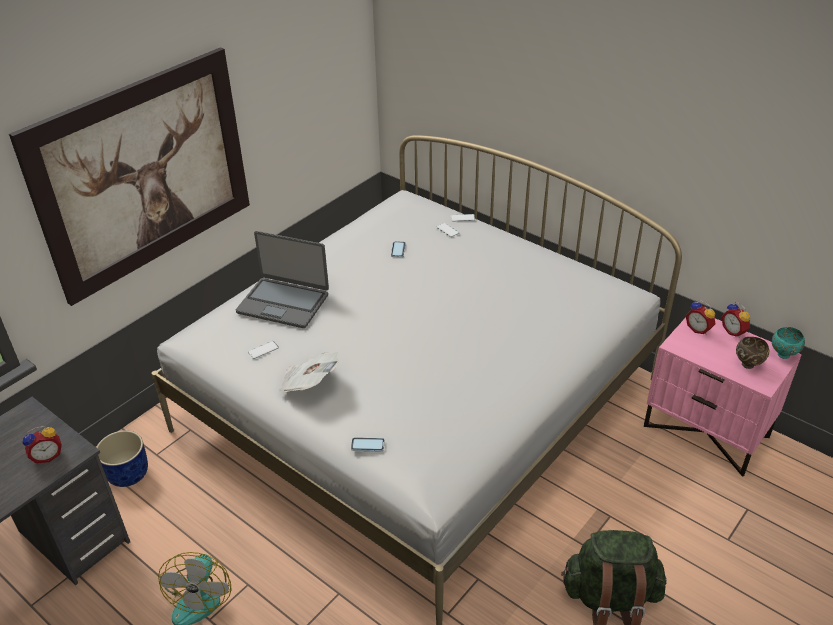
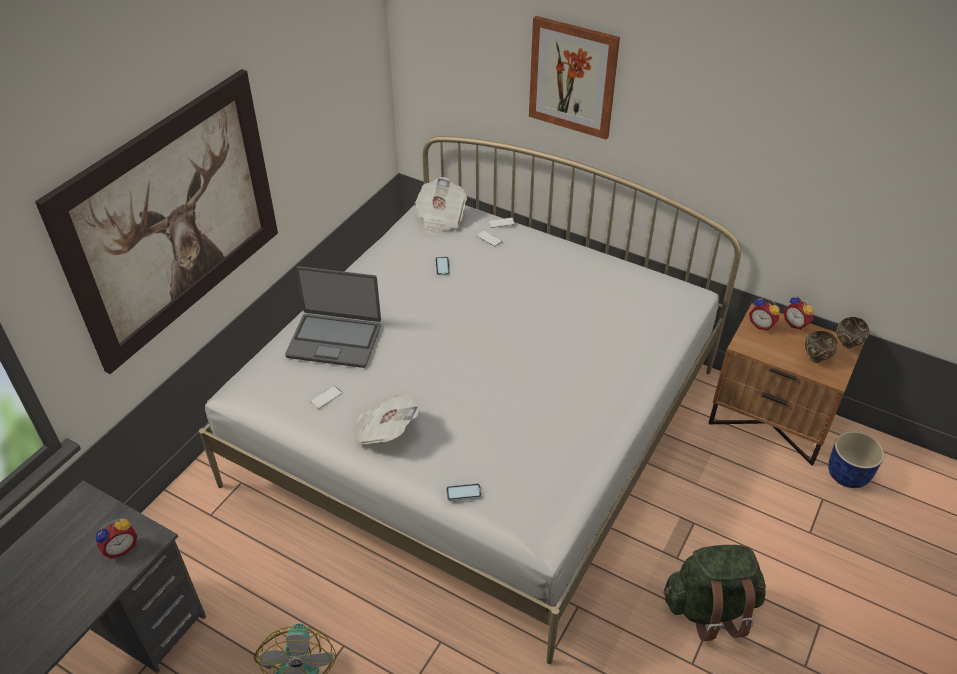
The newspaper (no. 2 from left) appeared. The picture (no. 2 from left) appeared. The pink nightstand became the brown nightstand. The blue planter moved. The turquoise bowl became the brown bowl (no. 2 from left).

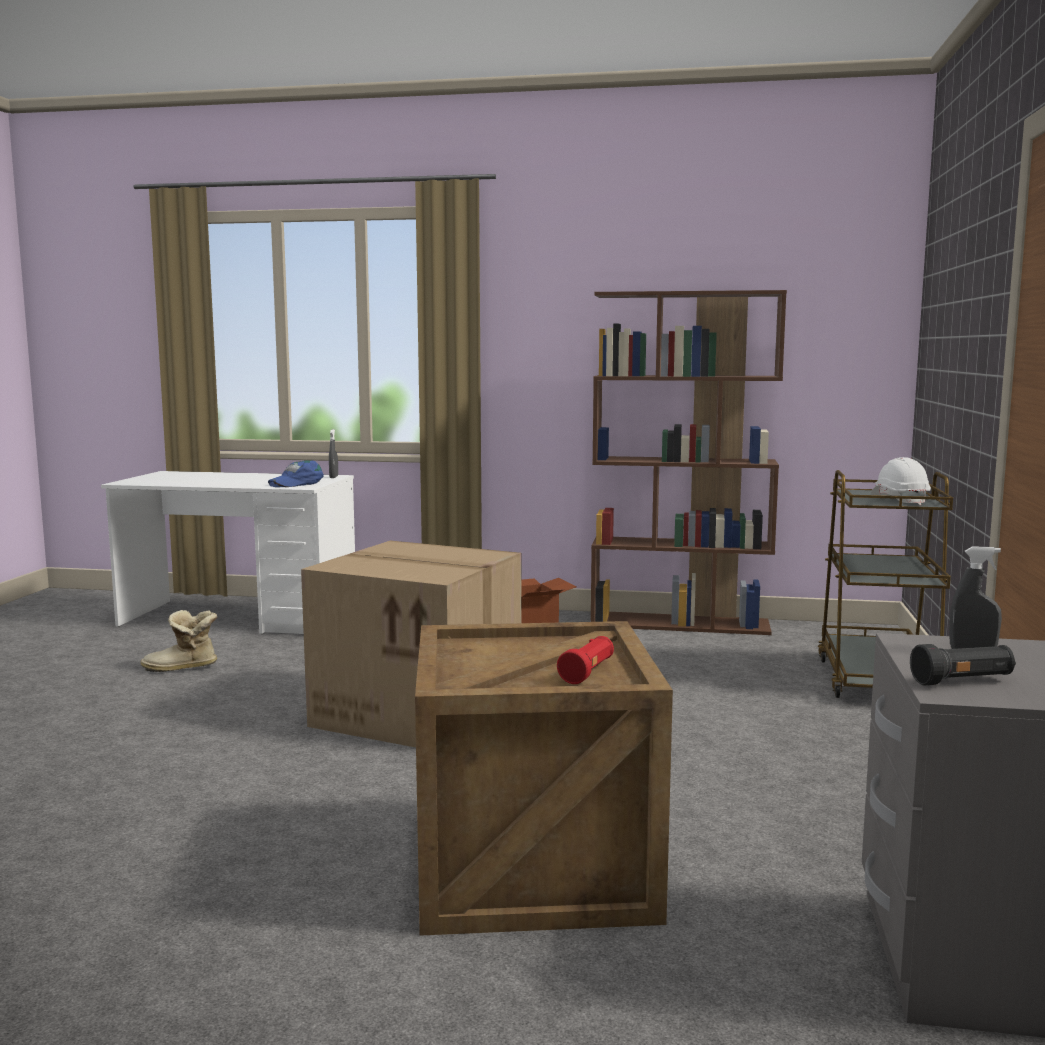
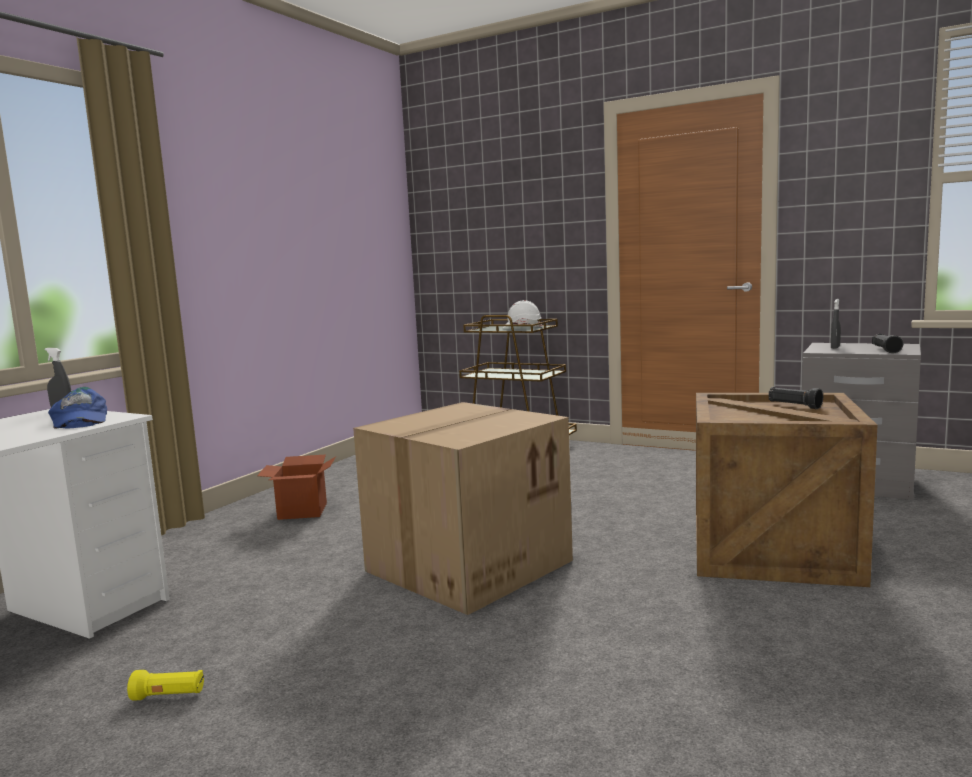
The boot was replaced by the yellow flashlight. The red flashlight became the black flashlight (no. 1 from left). The brown bookcase disappeared.

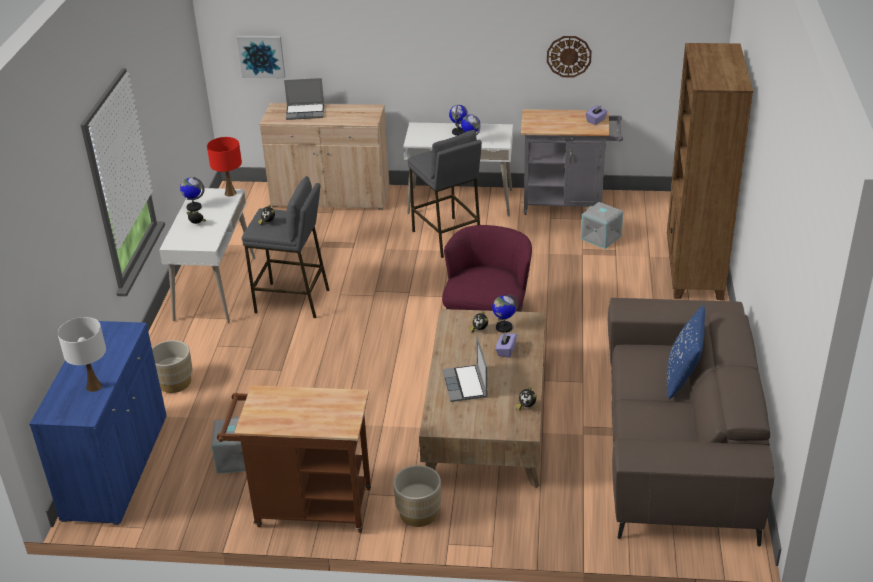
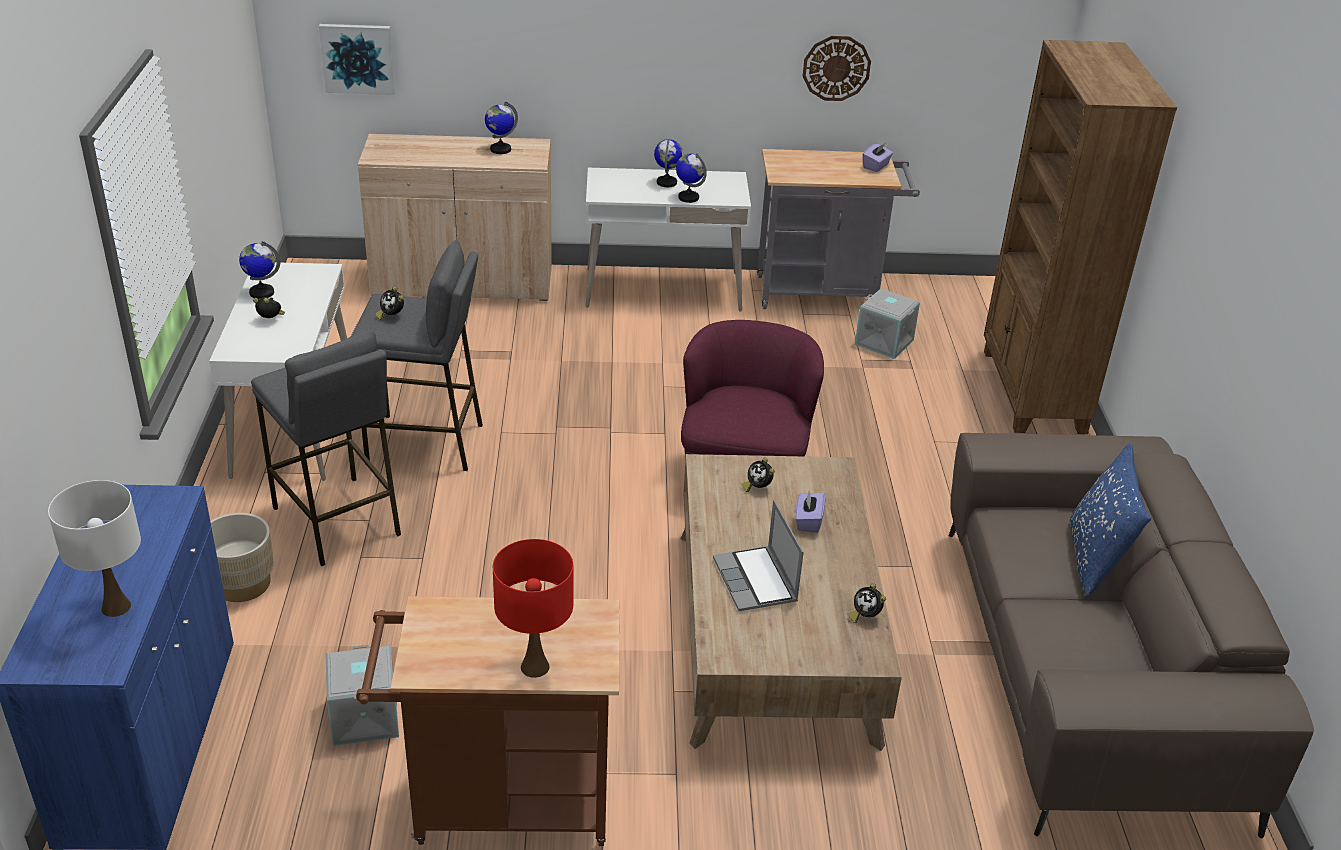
The grey stool (no. 2 from left in the first image) moved. The globe (no. 4 from left in the first image) moved. The red table lamp moved. The laptop (no. 1 from left) disappeared. The beige planter (no. 2 from left) disappeared.

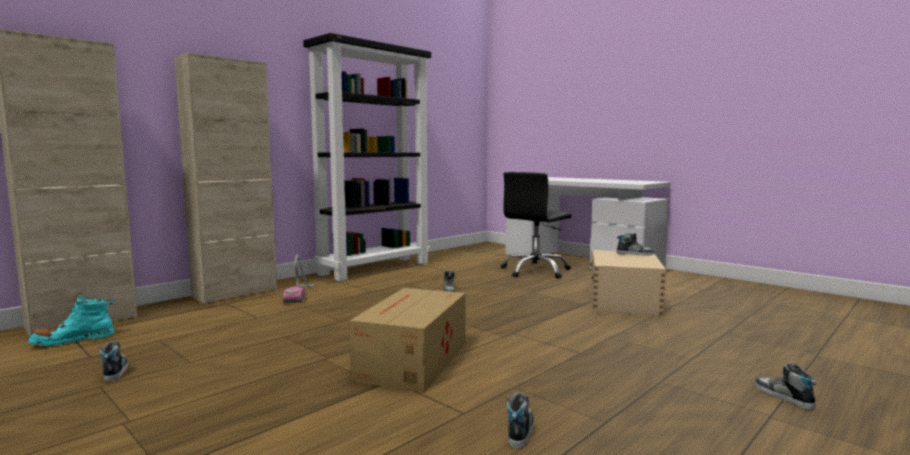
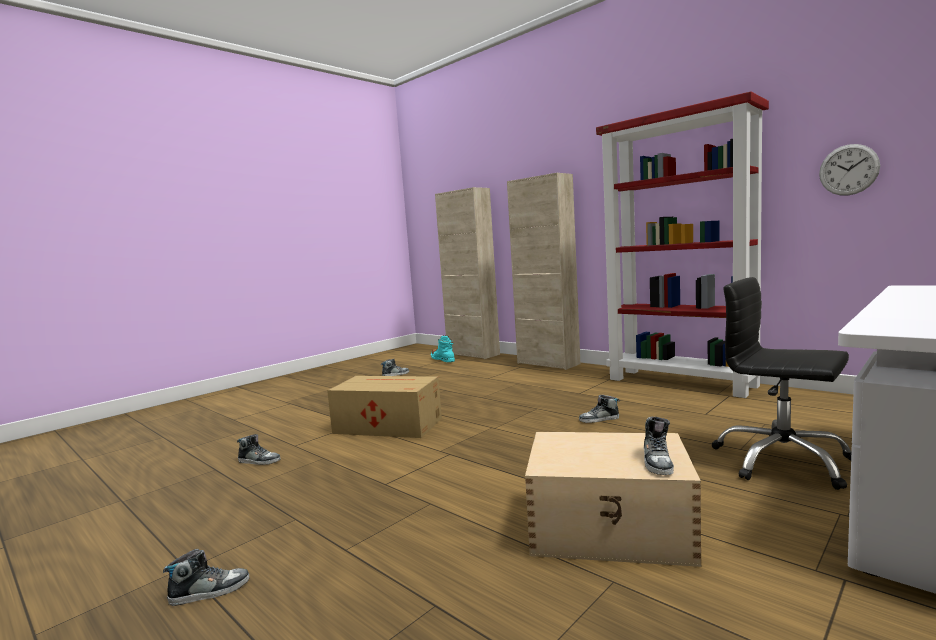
The black bookcase became the red bookcase. The wall clock appeared. The vacuum cleaner disappeared.

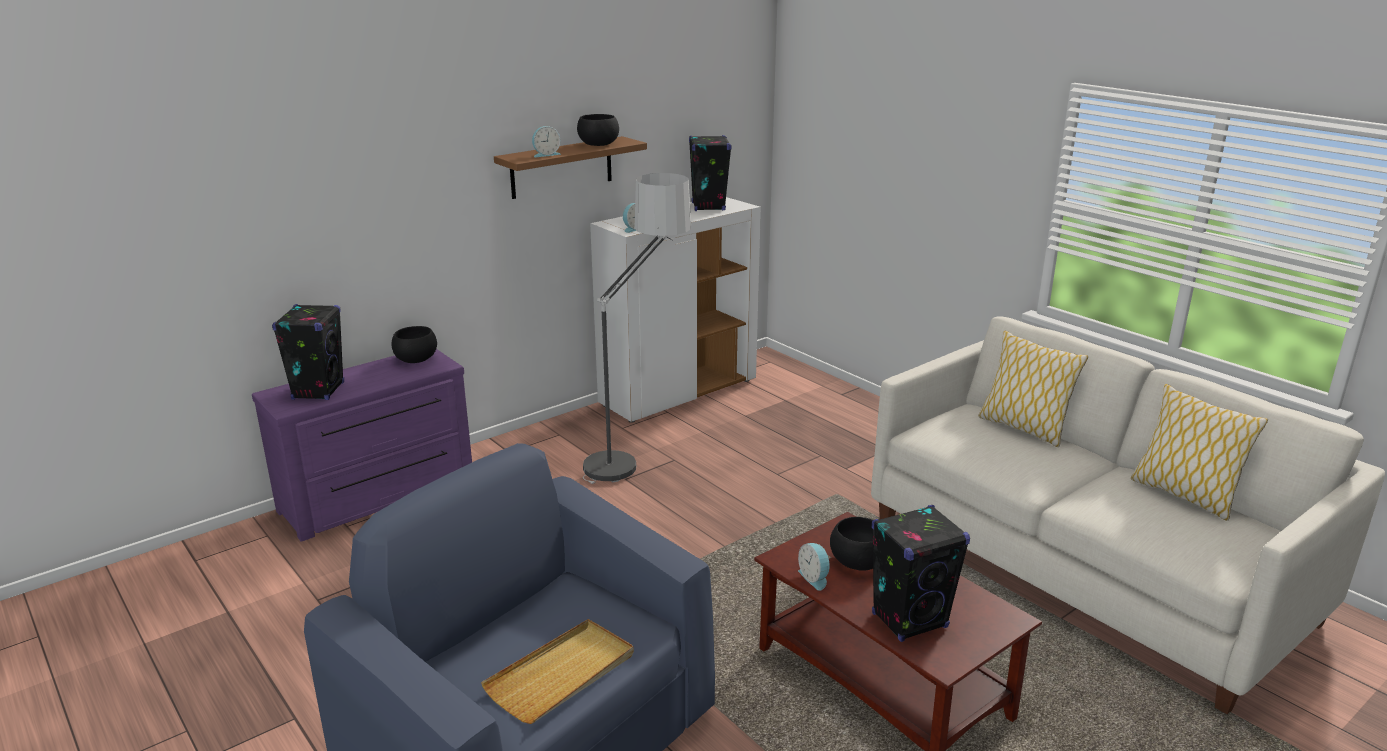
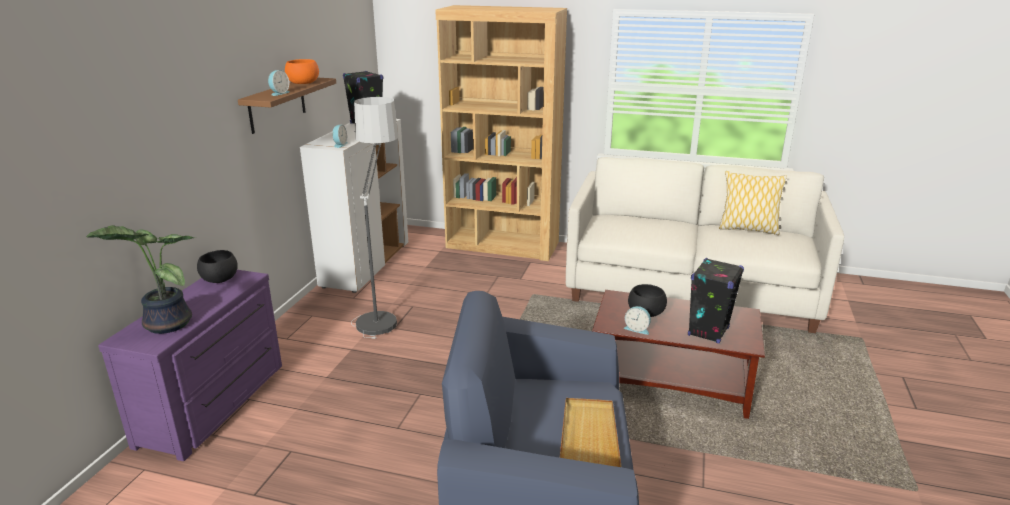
The black speaker (no. 1 from left) was replaced by the potted plant. The black bowl (no. 2 from left) became the orange bowl. The brown bookcase appeared. The pillow (no. 1 from left) disappeared.

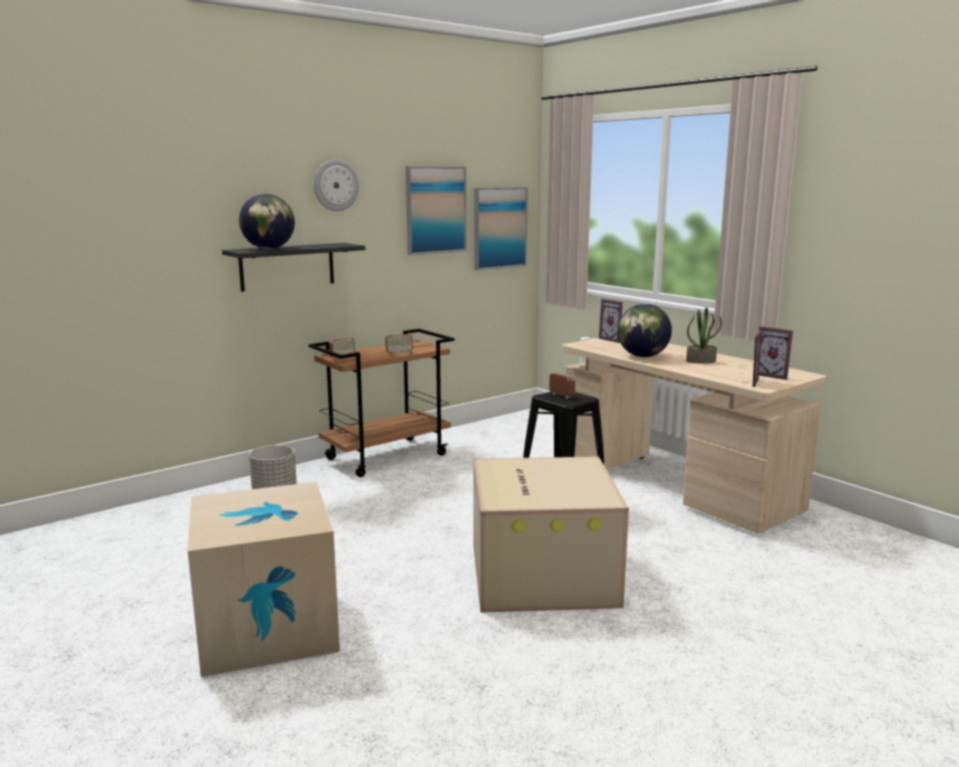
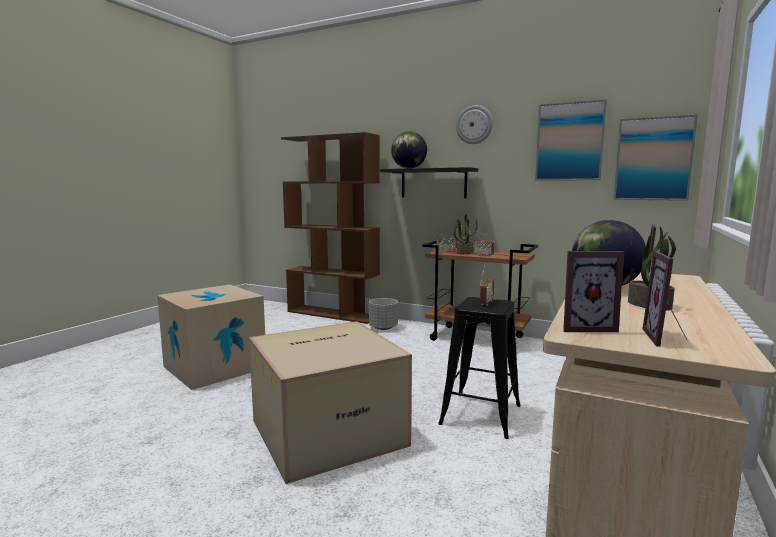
The brown bookcase appeared. The potted plant (no. 1 from left) appeared.

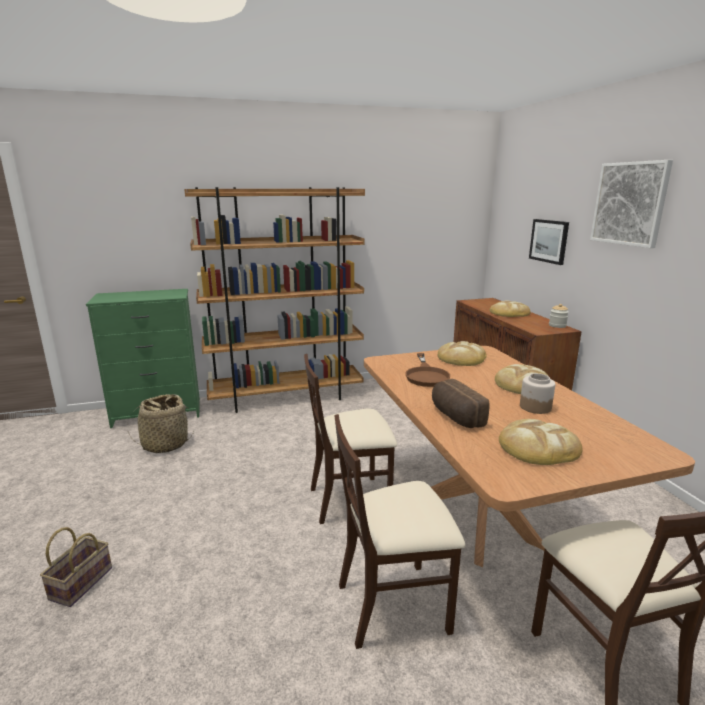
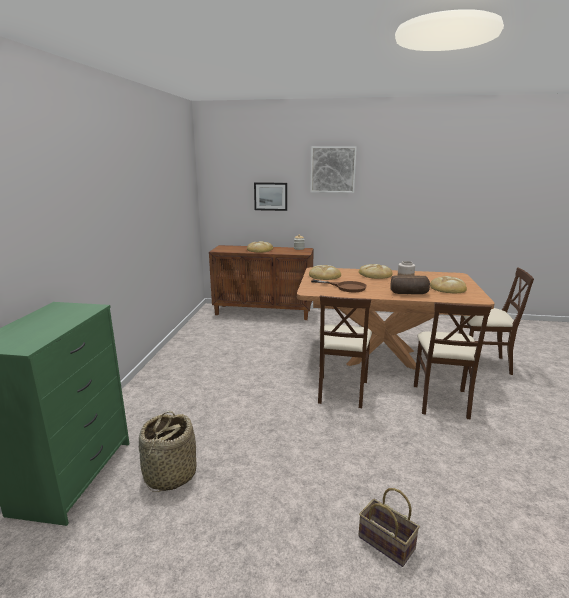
The brown bookcase disappeared.

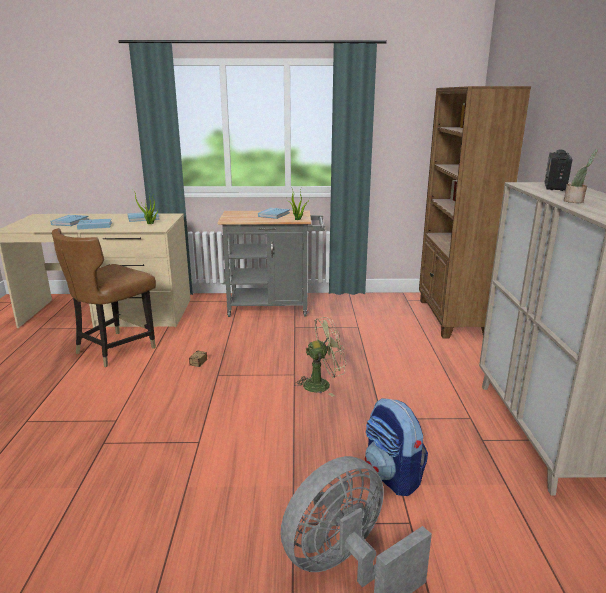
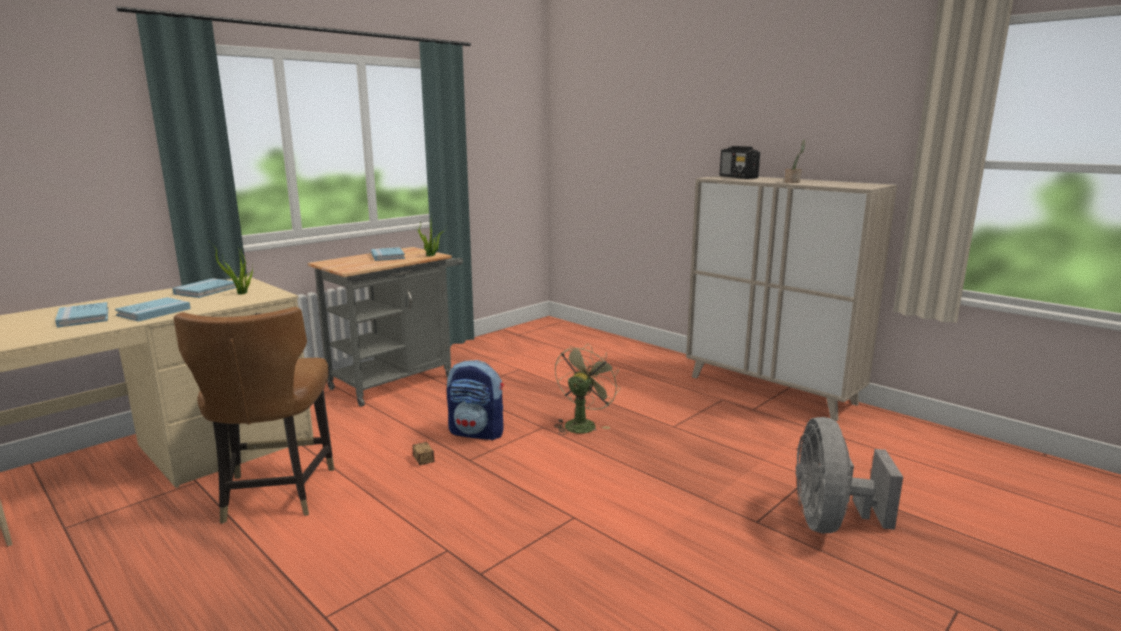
The backpack moved. The brown bookcase disappeared.

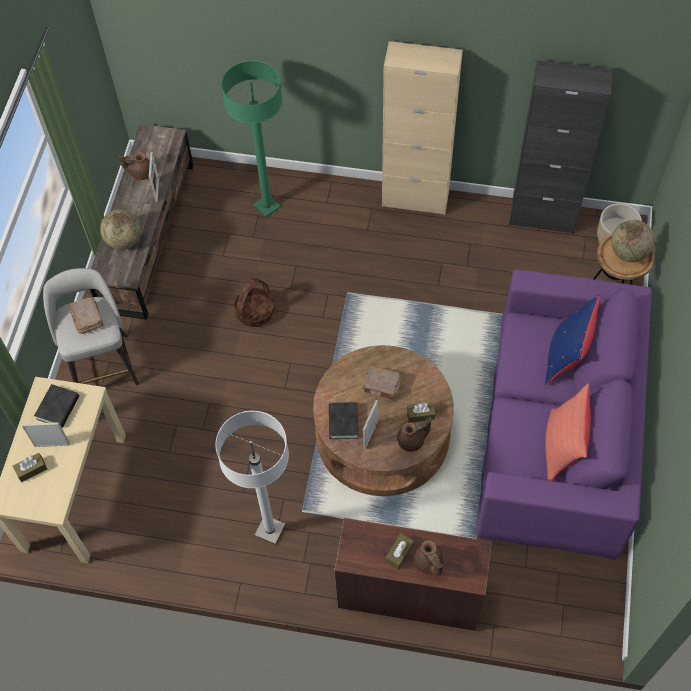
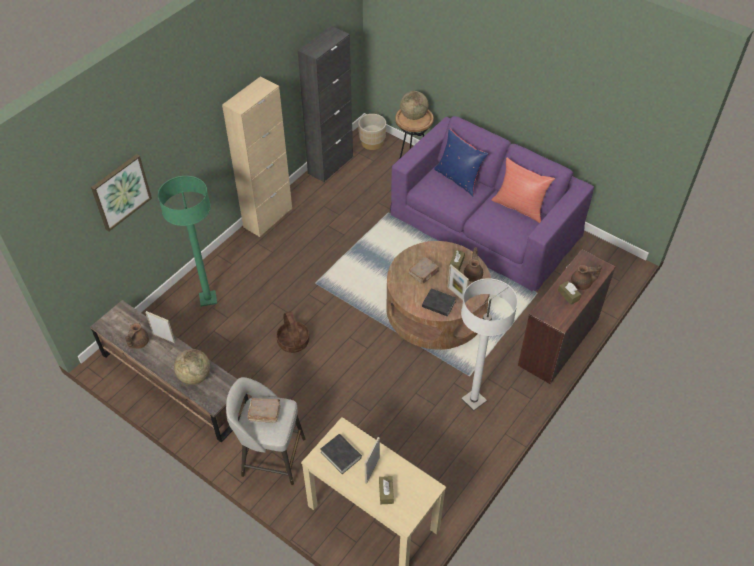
The picture appeared.

